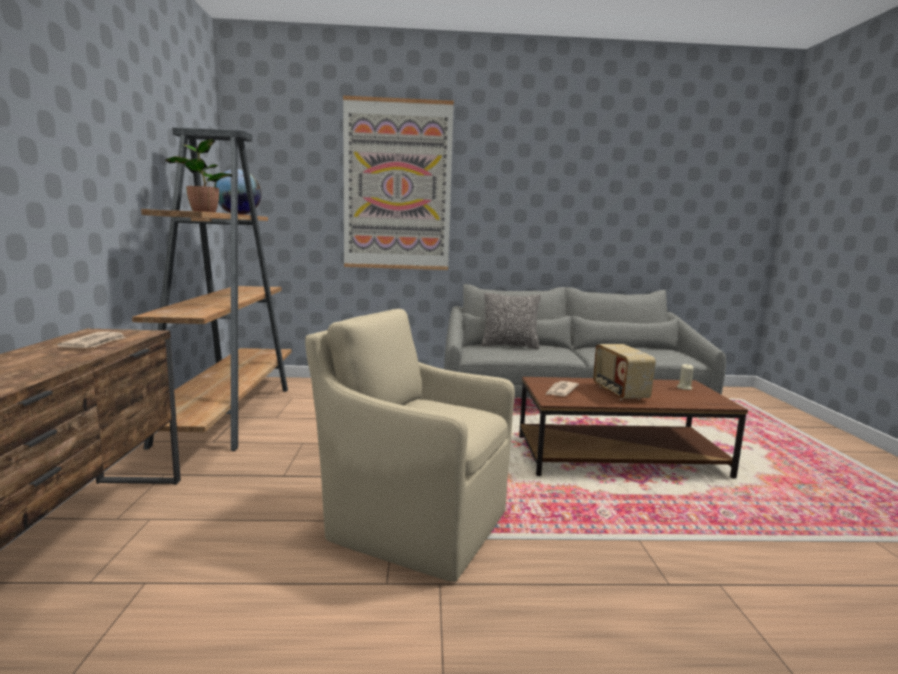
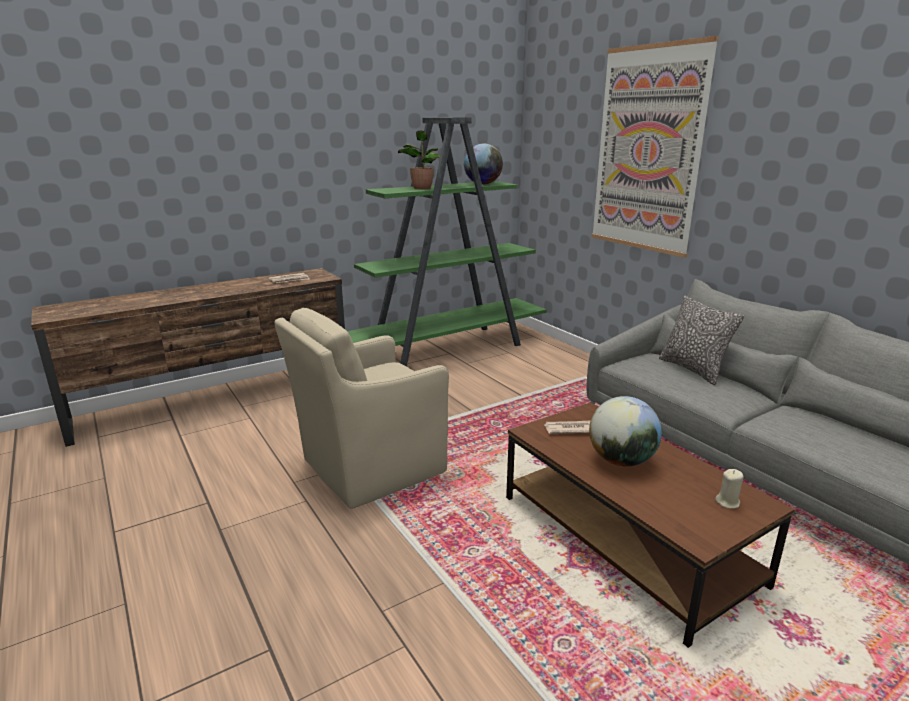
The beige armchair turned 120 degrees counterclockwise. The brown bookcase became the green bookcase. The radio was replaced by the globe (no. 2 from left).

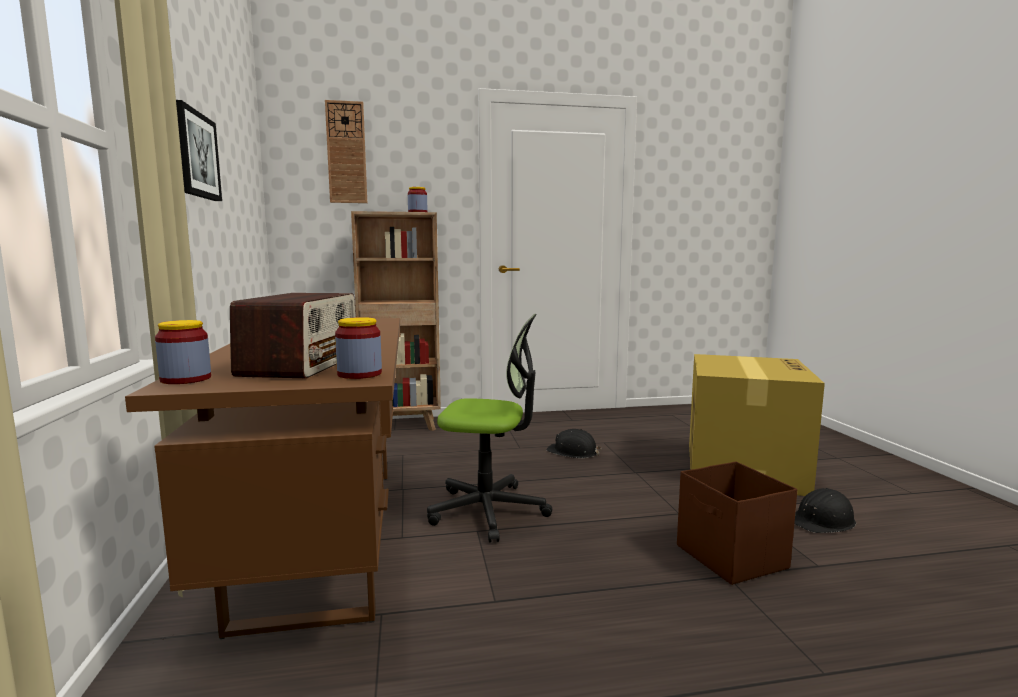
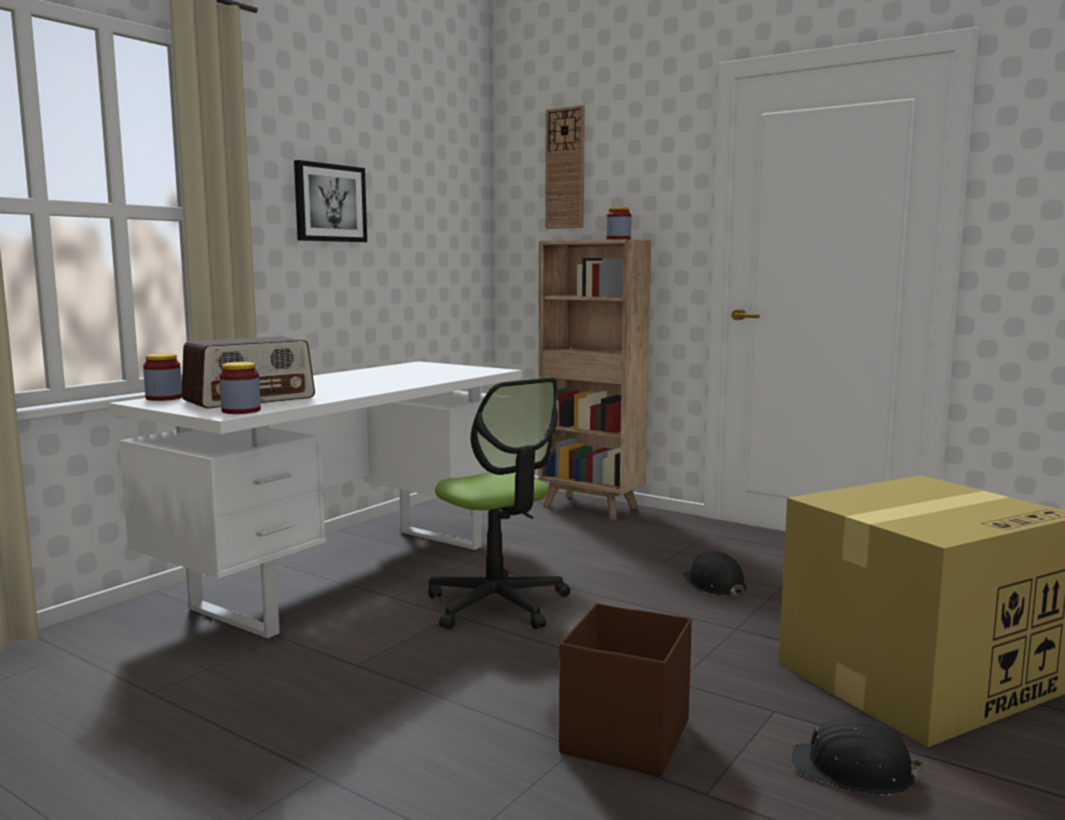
The brown desk became the white desk.

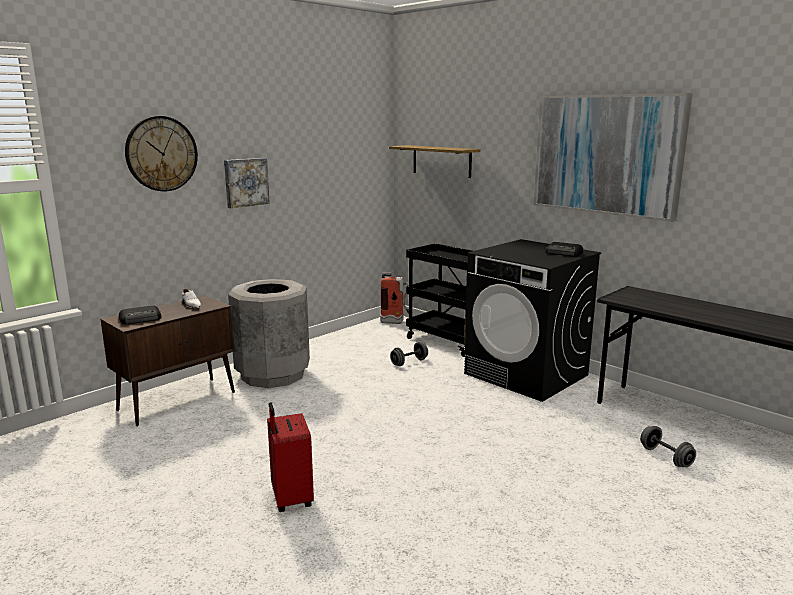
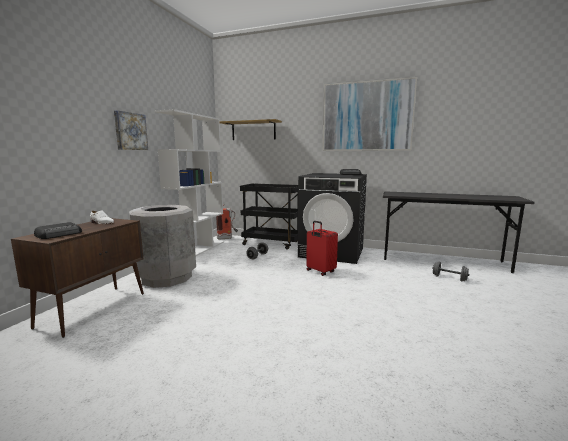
The white bookcase appeared. The red suitcase moved. The wall clock disappeared.

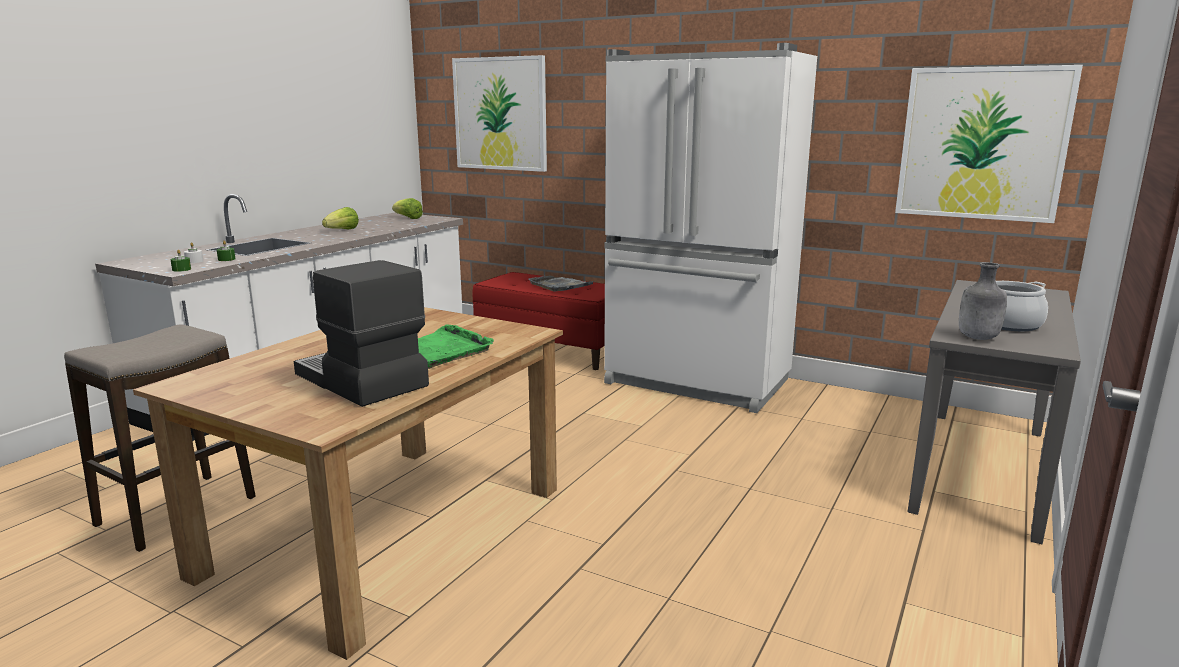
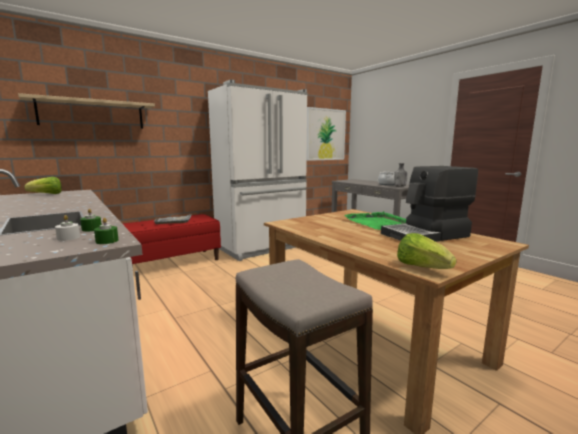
The picture (no. 1 from left) was replaced by the beige shelf. The lettuce (no. 1 from left in the first image) moved.

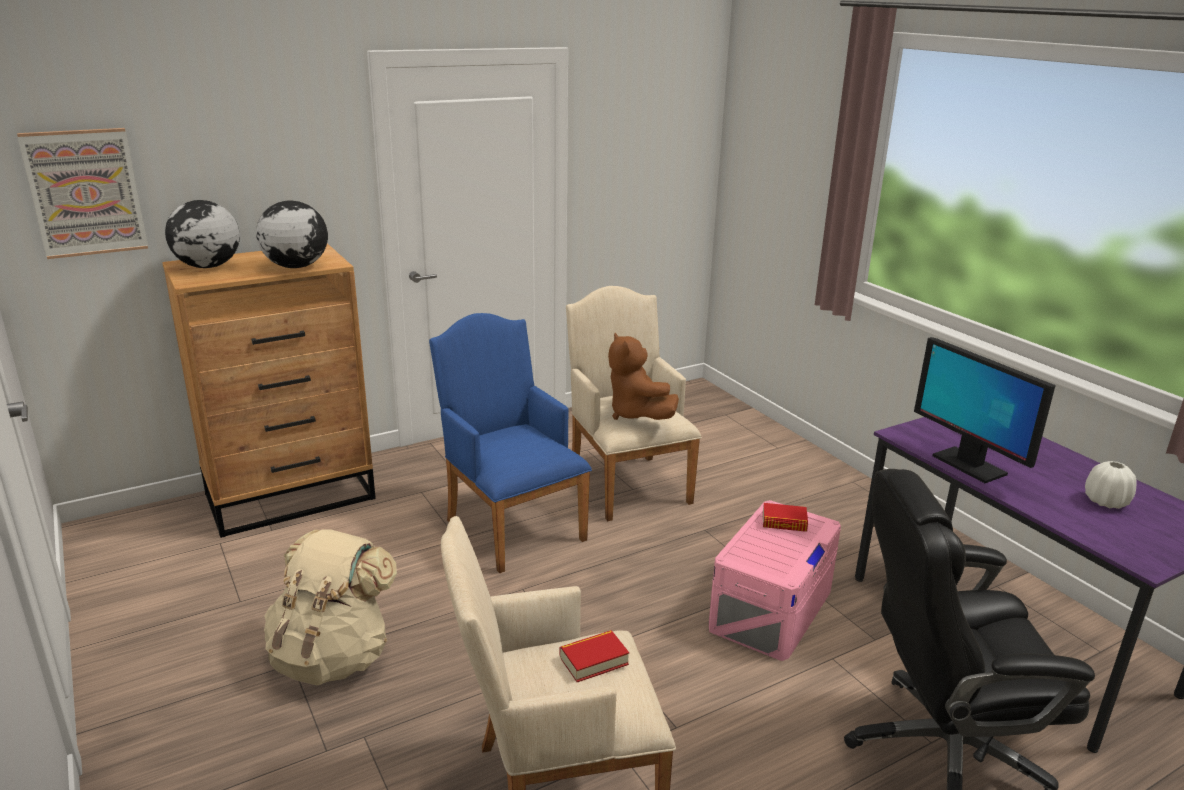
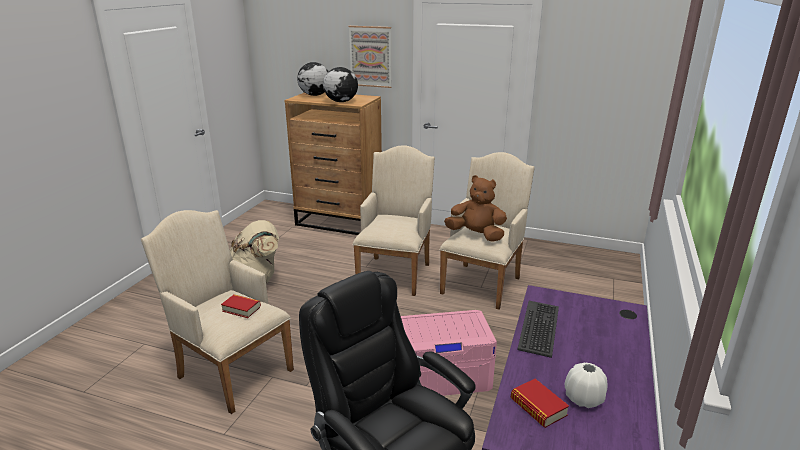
The picture moved. The blue armchair became the beige armchair (no. 2 from left). The brown plush toy turned 90 degrees clockwise. The book (no. 2 from left) moved. The monitor was replaced by the keyboard.

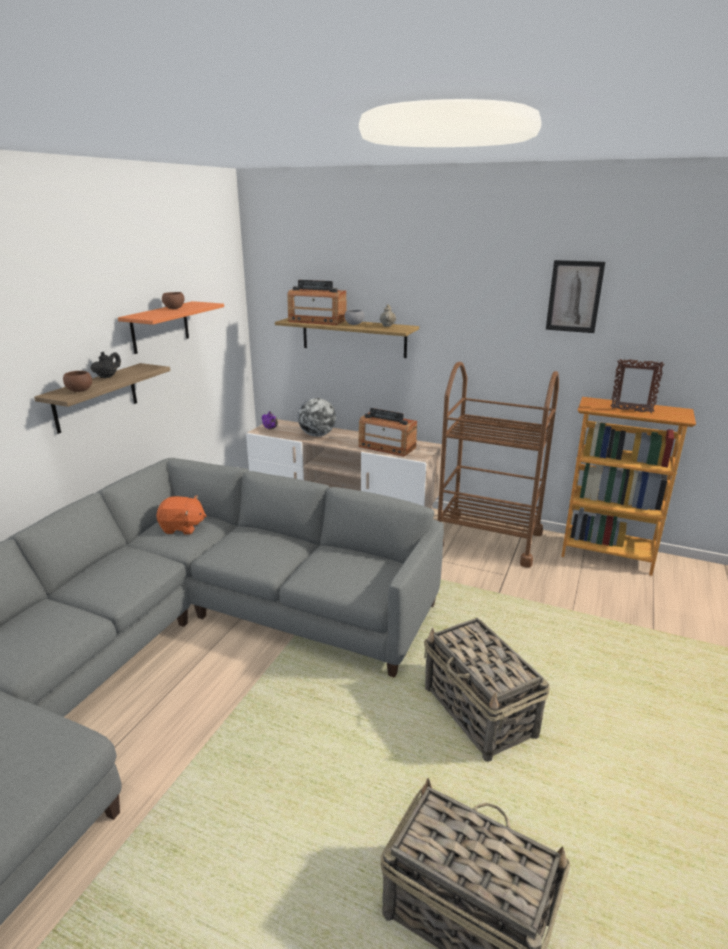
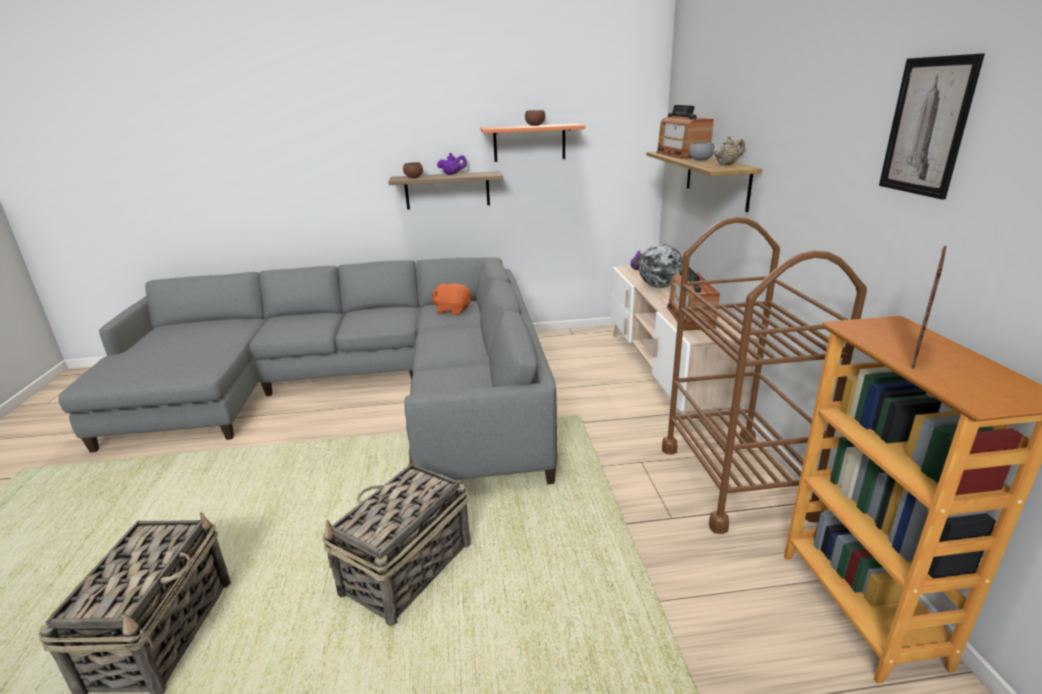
The orange plush toy turned 135 degrees clockwise. The black teapot became the purple teapot (no. 1 from left). The picture frame turned 135 degrees counterclockwise.

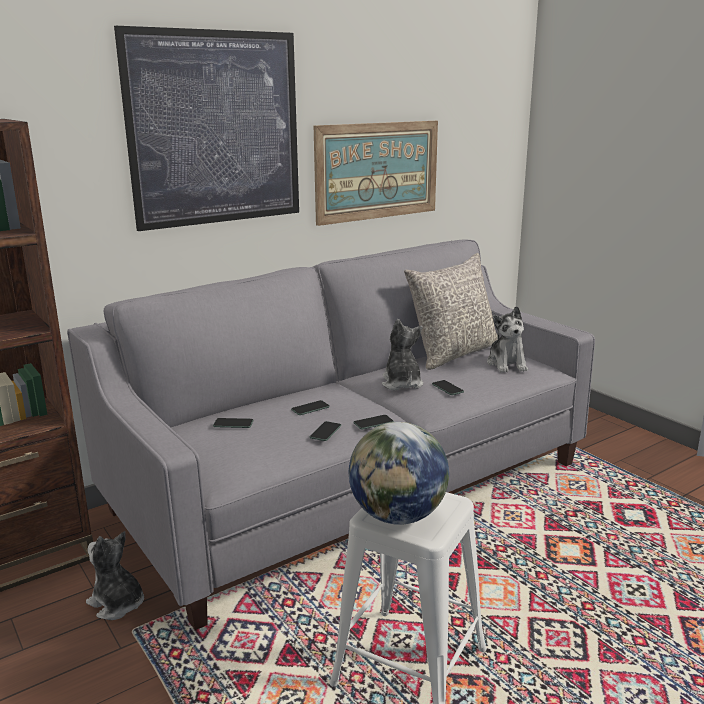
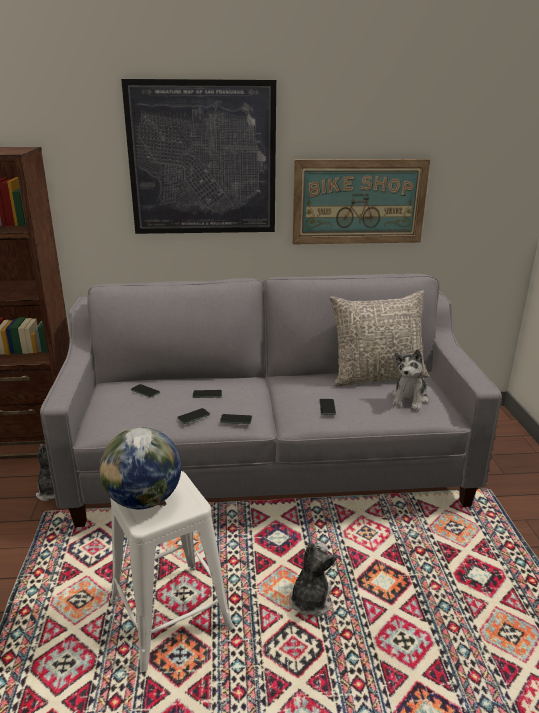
The plush toy (no. 2 from left) moved.

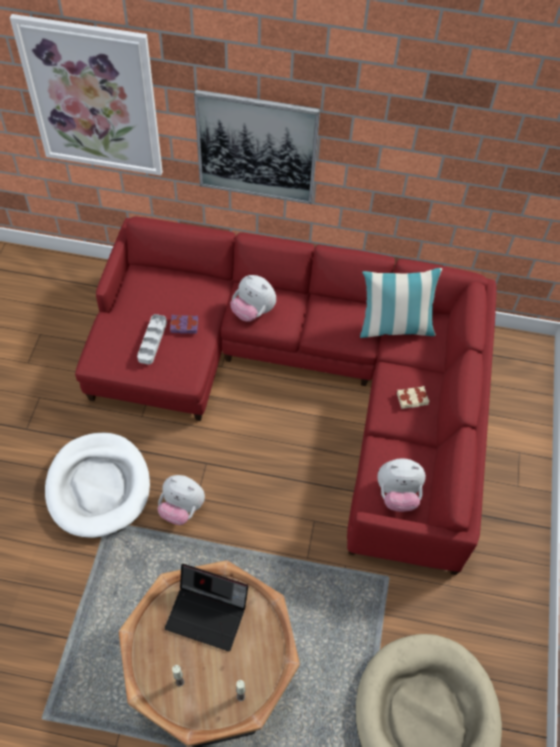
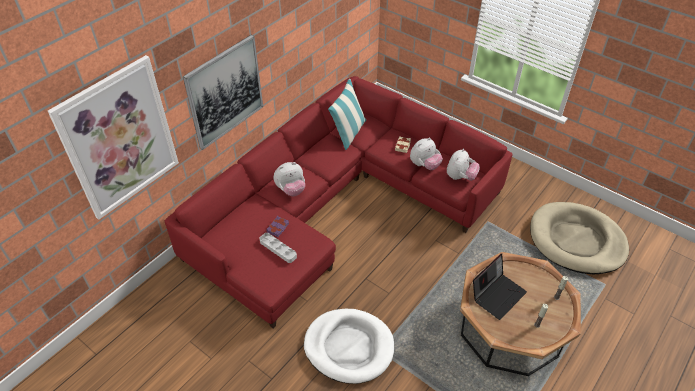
The plush toy (no. 1 from left in the first image) moved.

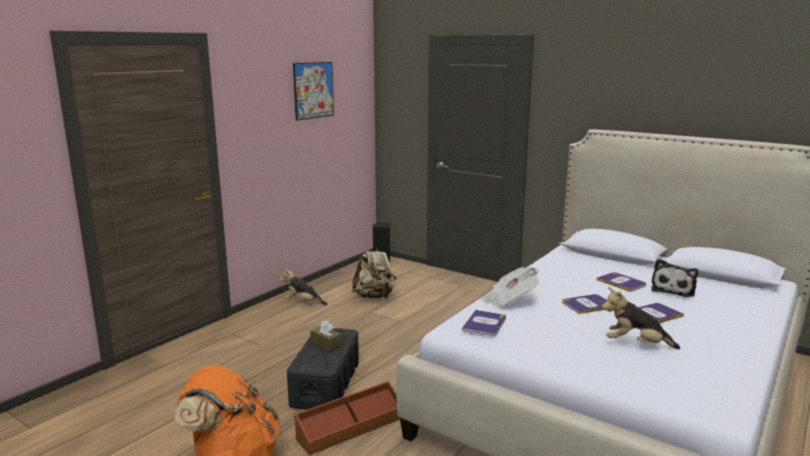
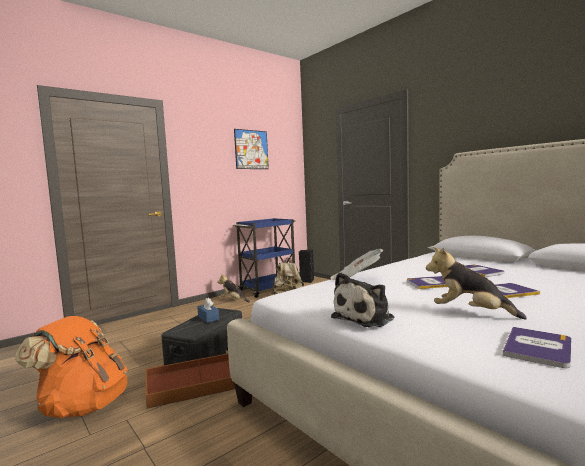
The brown tissue box became the blue tissue box. The blue cart appeared. The plush toy (no. 3 from left in the first image) moved. The book (no. 1 from left in the first image) moved.

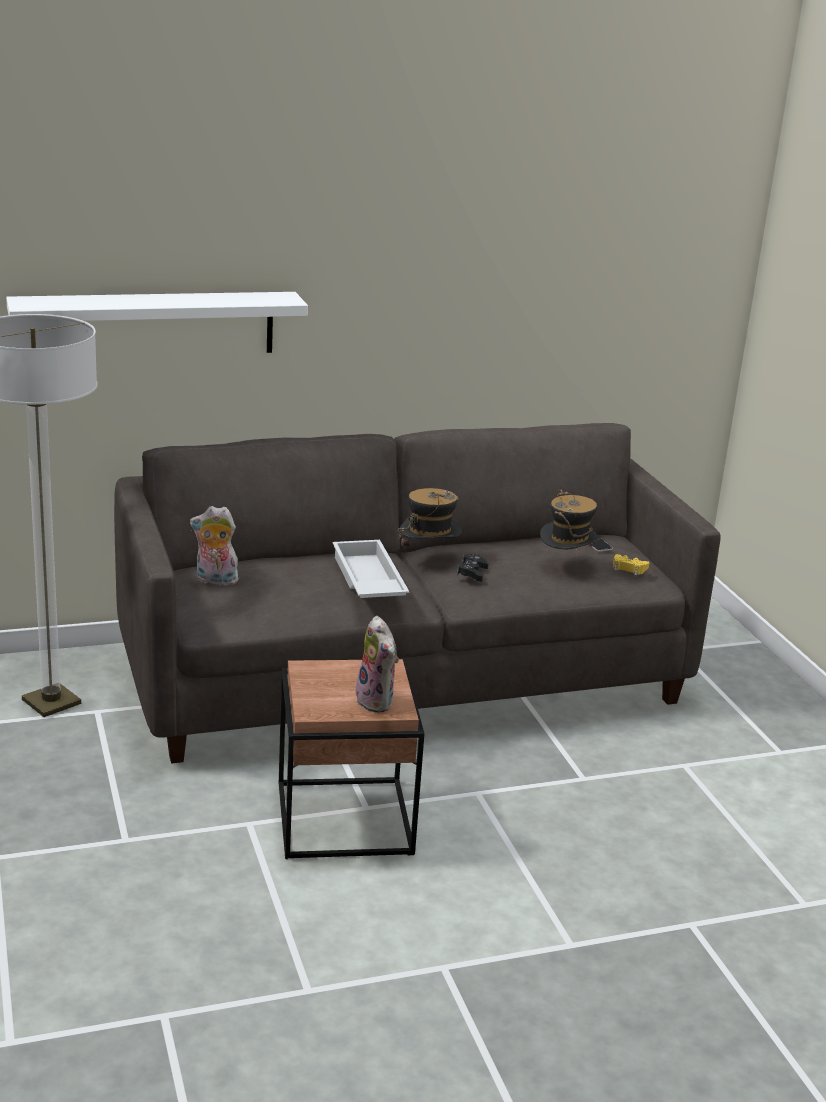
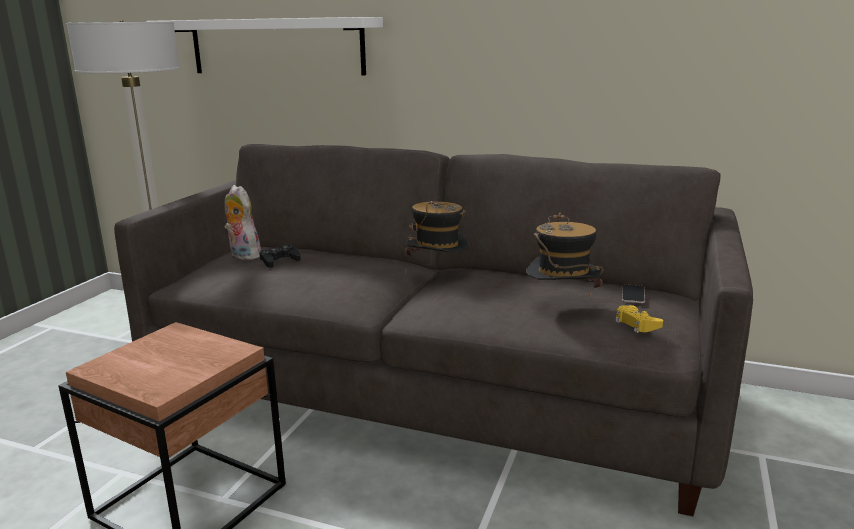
The black game controller moved. The white tray disappeared. The plush toy (no. 2 from left) disappeared.

